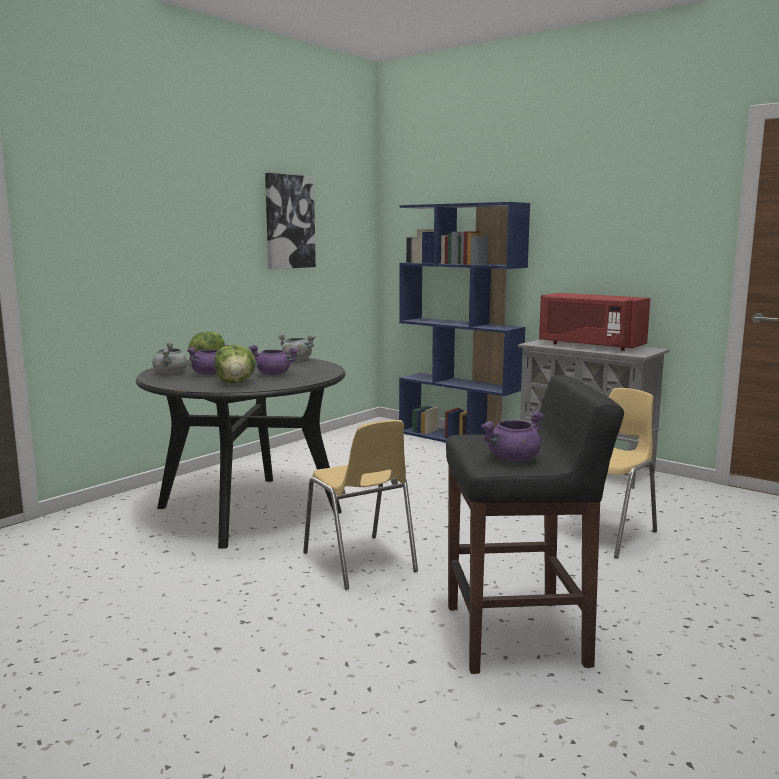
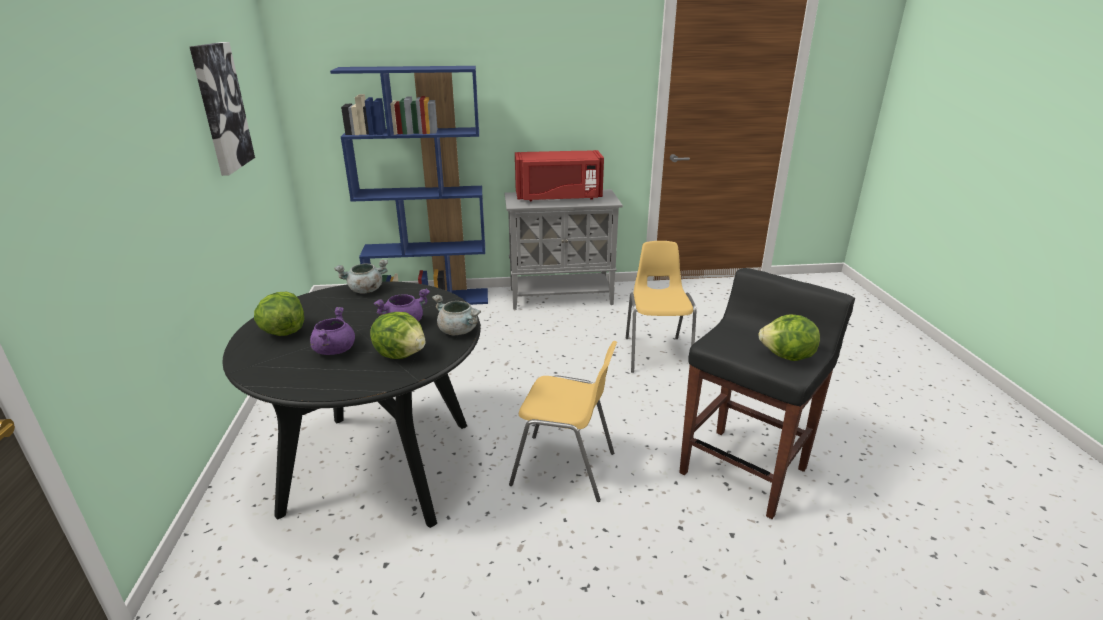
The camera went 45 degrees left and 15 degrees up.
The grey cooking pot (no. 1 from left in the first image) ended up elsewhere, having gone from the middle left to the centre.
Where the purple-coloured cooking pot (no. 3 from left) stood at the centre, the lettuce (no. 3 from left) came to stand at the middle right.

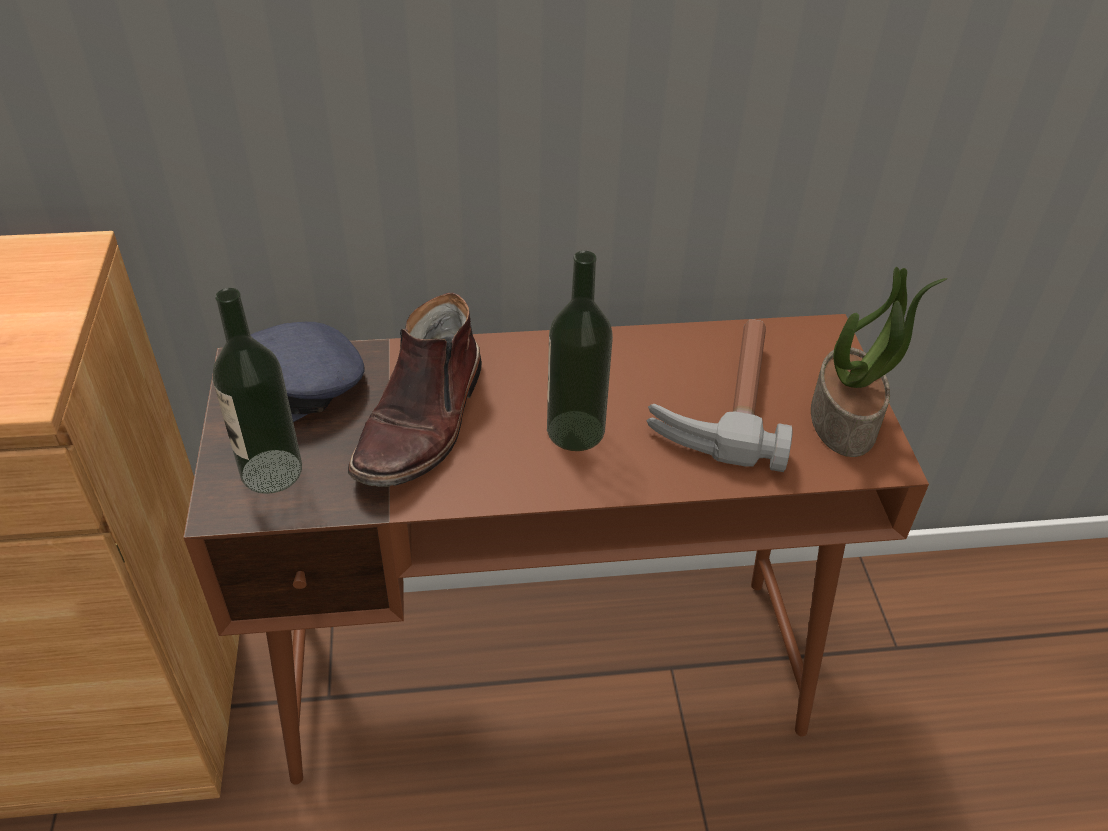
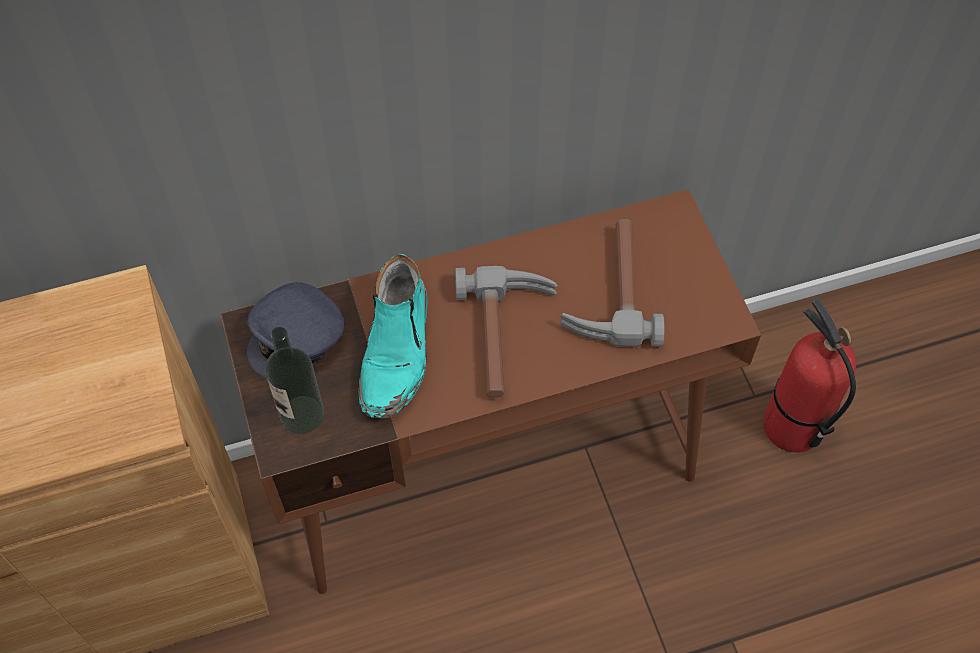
The camera went 10 degrees left and 15 degrees up.
What was the brownish tall boot at the centre turned into the blue-green tall boot at the centre.
Where the beverage bottle (no. 2 from left) stood at the centre, the tool hammer (no. 1 from left) came to stand at the centre.
The second view gained the fire extinguisher at the middle right.
The second view lost the houseplant at the middle right.

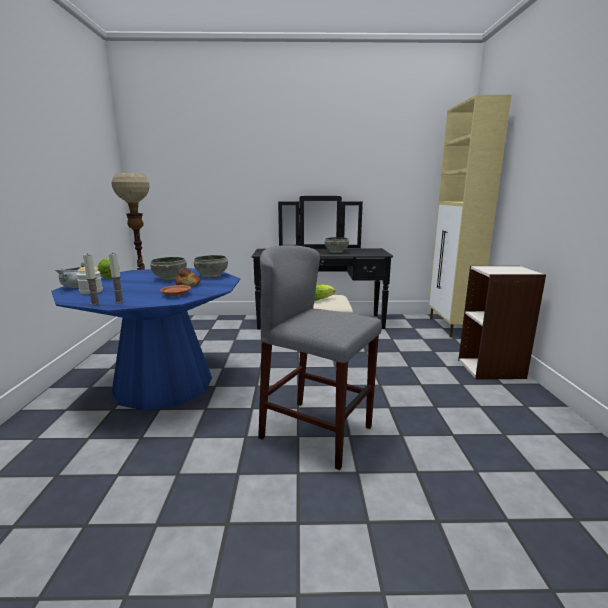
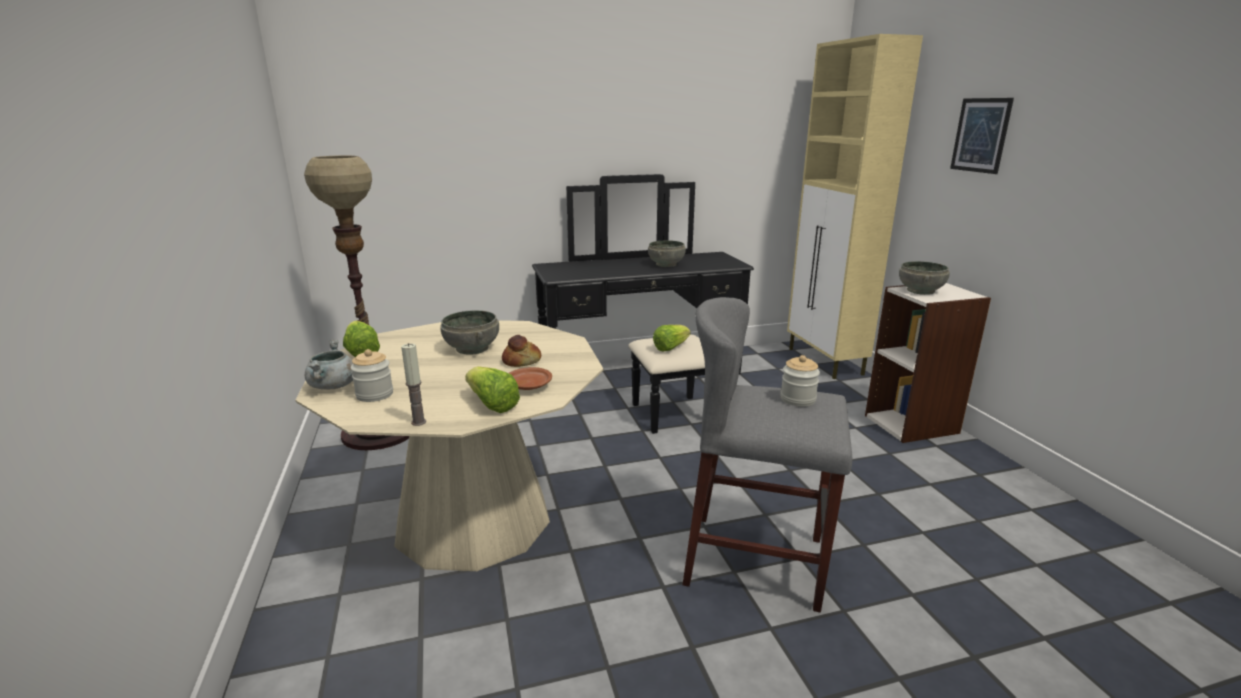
The camera went 15 degrees left and 5 degrees up.
What was the bluish dining table at the middle left turned into the beige dining table at the centre.
The second view gained the lettuce (no. 2 from left) at the centre.
The second view gained the storage jar (no. 2 from left) at the centre.
The grey deep dish (no. 2 from left in the first image) ended up elsewhere, having gone from the centre to the middle right.
The second view gained the wall art at the top right.
The second view lost the wax candle (no. 2 from left) at the middle left.

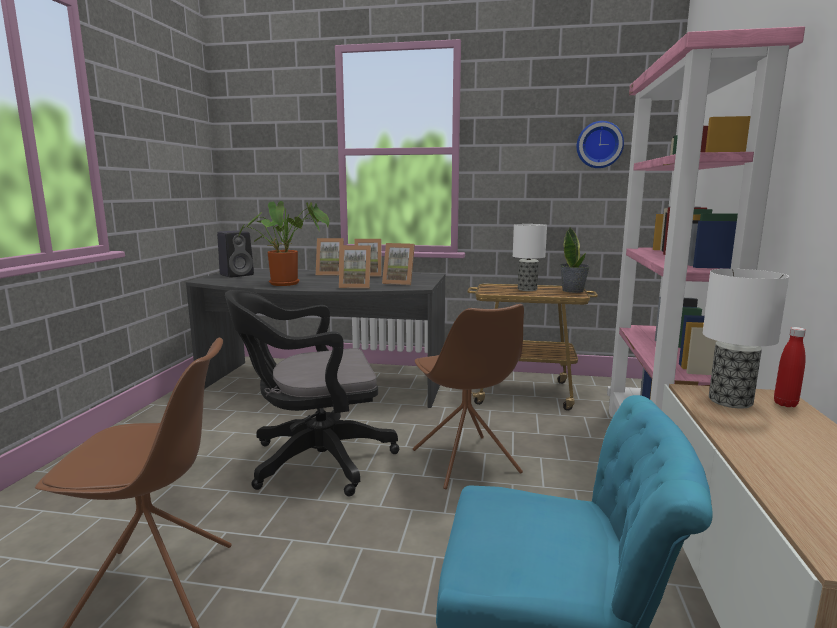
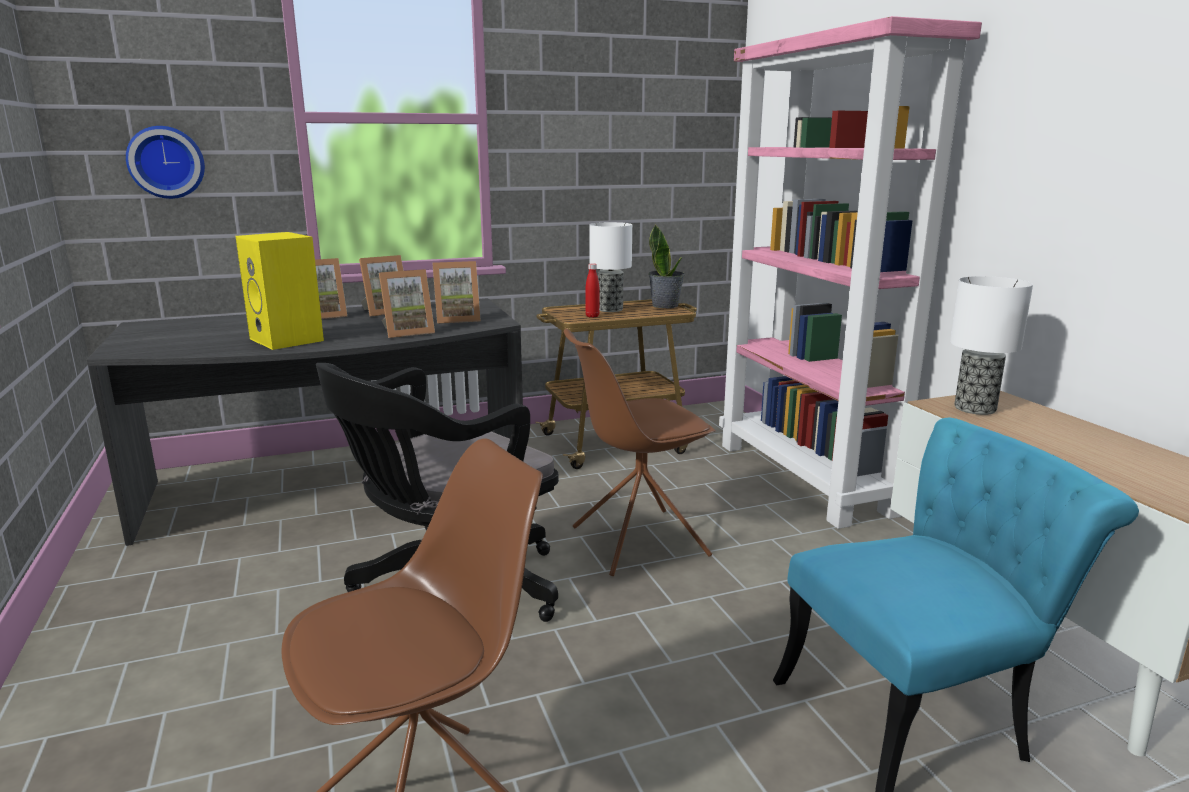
The camera went 30 degrees left and 5 degrees up.
The wall clock ended up elsewhere, having gone from the top right to the top left.
Where the houseplant (no. 1 from left) stood at the centre, the yellow audio speaker came to stand at the middle left.
The brownish upright chair (no. 2 from left) at the centre ended up facing another way, 120 degrees clockwise from before.
The red beverage bottle ended up elsewhere, having gone from the middle right to the centre.
The second view lost the black-coloured audio speaker at the middle left.

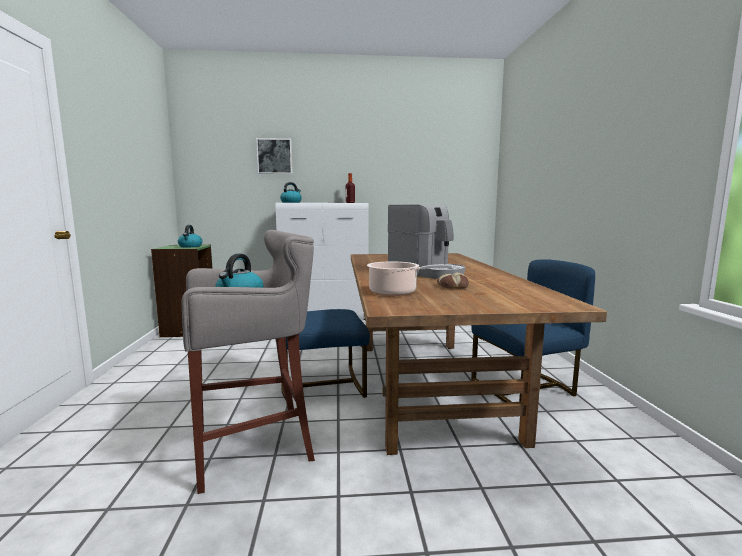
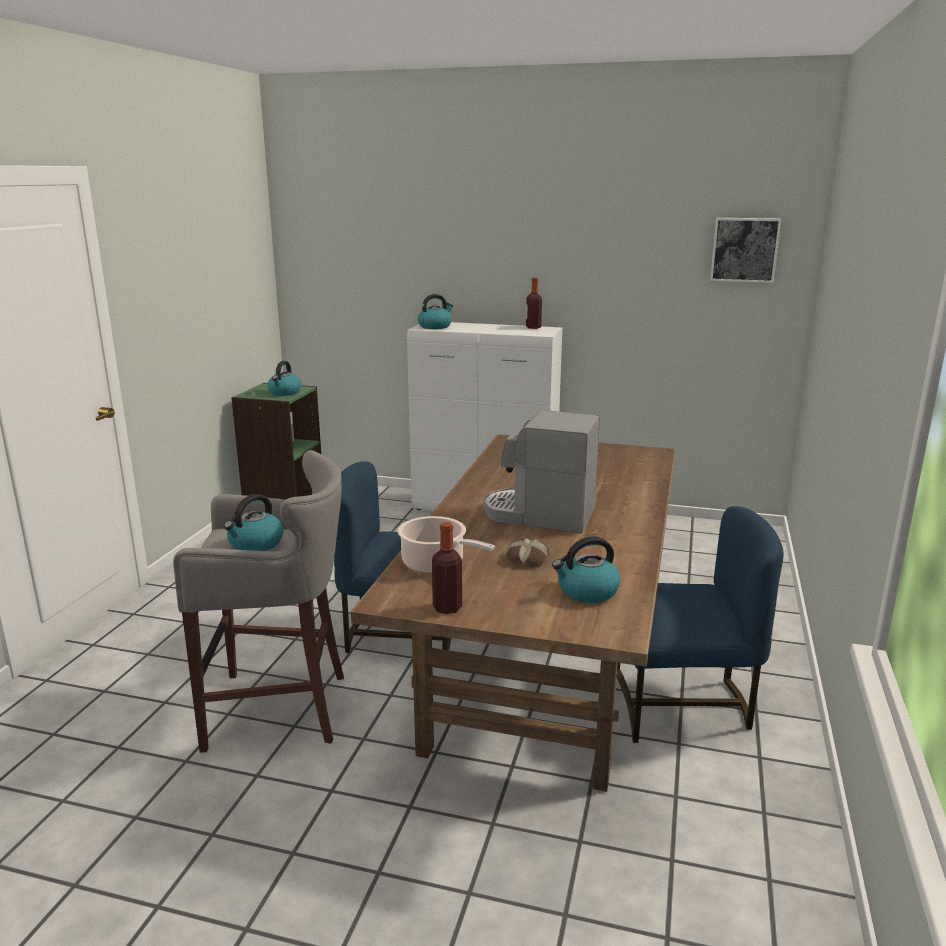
The camera went 20 degrees right and 10 degrees up.
The second view gained the beverage bottle (no. 1 from left) at the centre.
The coffee brewer at the centre ended up facing another way, 135 degrees clockwise from before.
The second view gained the water kettle (no. 4 from left) at the centre.
The wall art ended up elsewhere, having gone from the top centre to the top right.

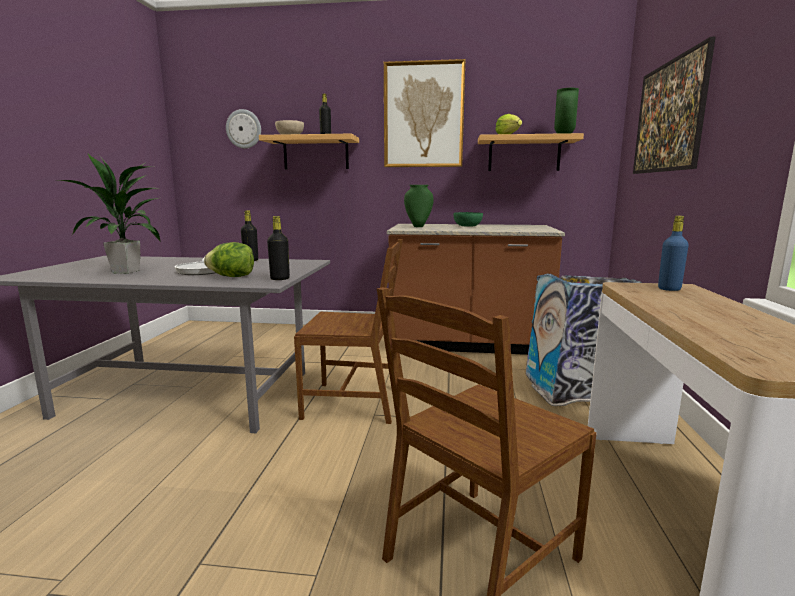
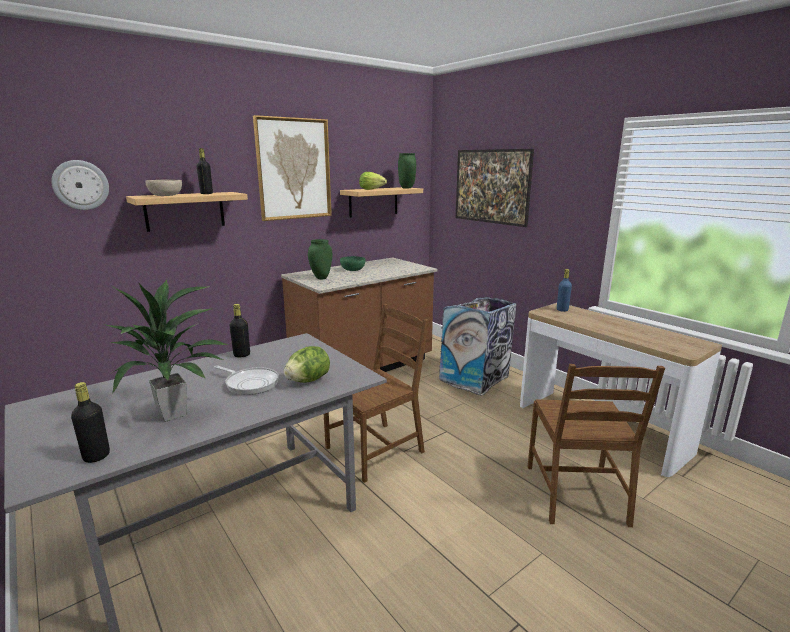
The camera went 45 degrees left and 5 degrees up.
The black-coloured beverage bottle (no. 2 from left in the first image) ended up elsewhere, having gone from the centre to the bottom left.

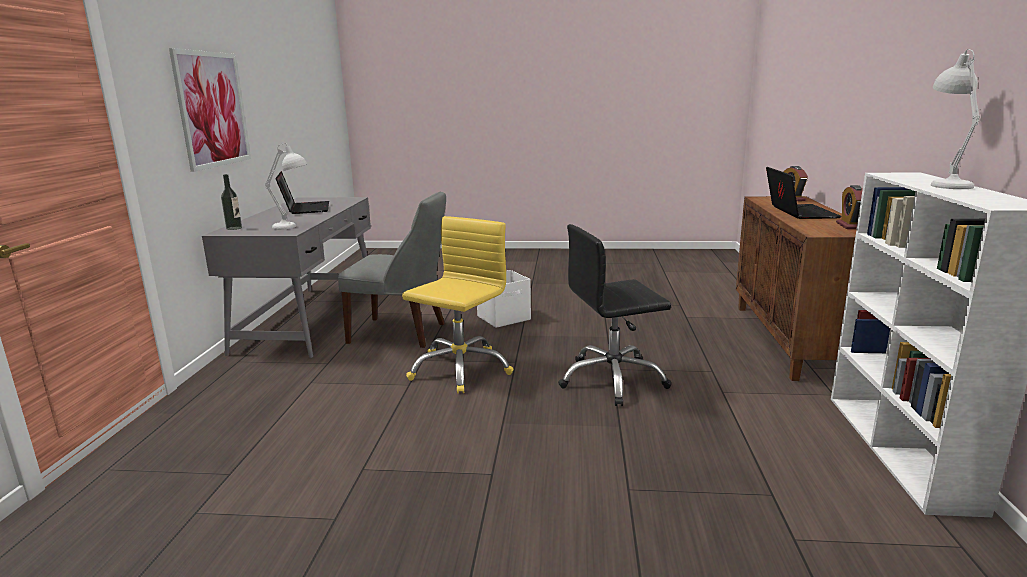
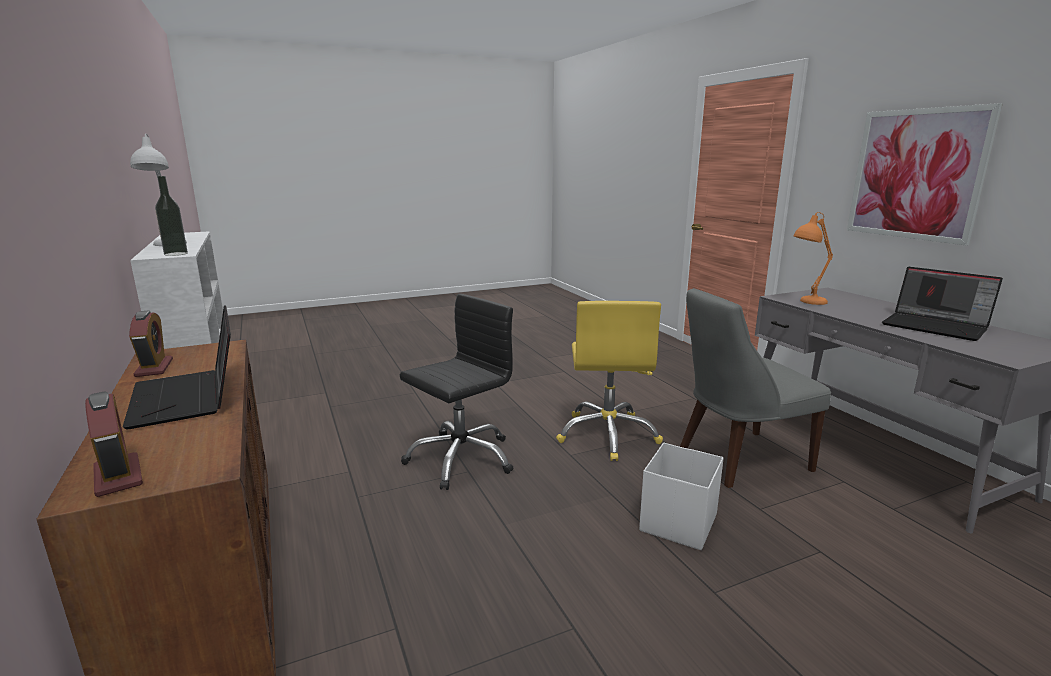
The camera went 150 degrees right and 0 degrees up.
The beverage bottle ended up elsewhere, having gone from the middle left to the top left.
What was the whitish lamp for a table (no. 1 from left) at the top left turned into the orange lamp for a table at the middle right.

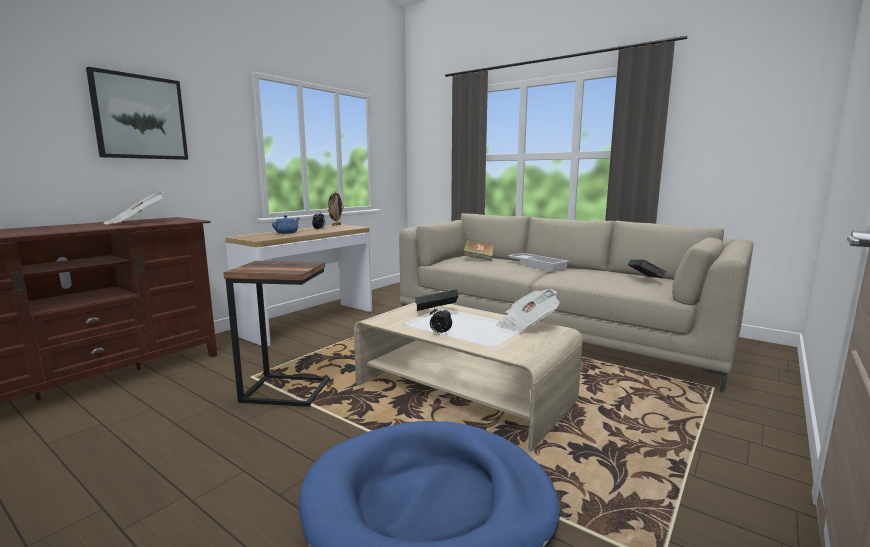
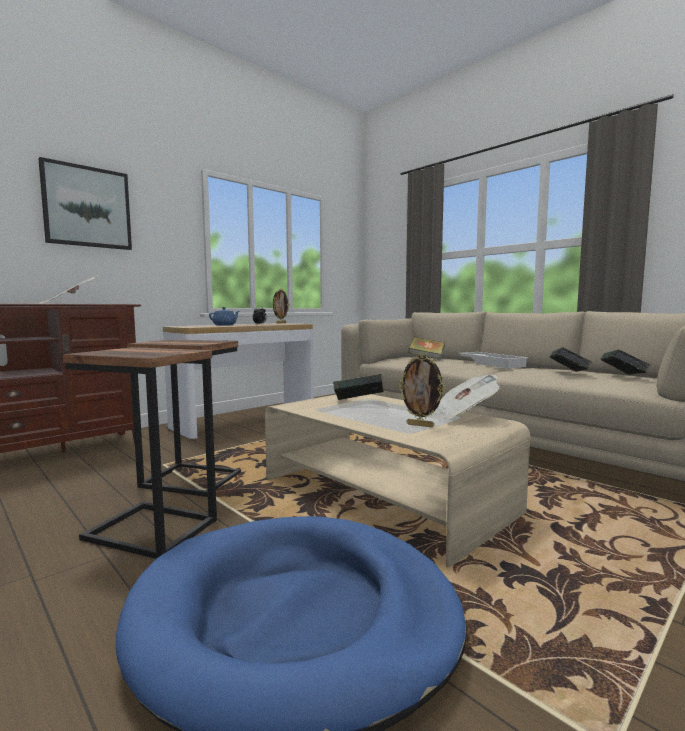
The camera went 10 degrees right and 5 degrees down.
The second view gained the end table (no. 1 from left) at the middle left.
The second view gained the picture frame (no. 2 from left) at the centre.
The second view gained the volume (no. 3 from left) at the middle right.
The second view lost the table clock (no. 2 from left) at the centre.

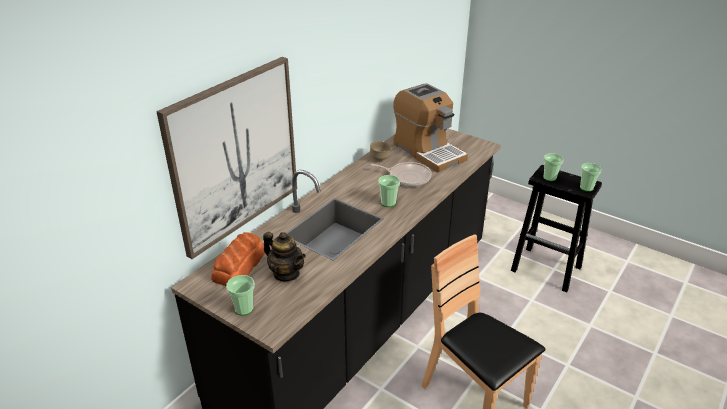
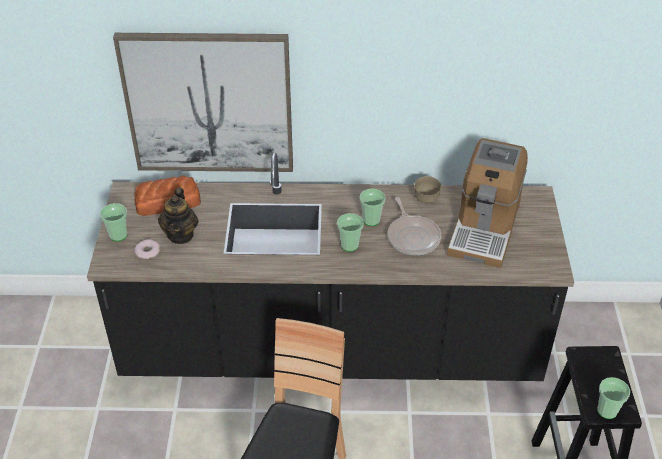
The camera went 55 degrees right and 10 degrees up.
The second view gained the donut at the middle left.
The drinking cup (no. 3 from left) ended up elsewhere, having gone from the middle right to the centre.

